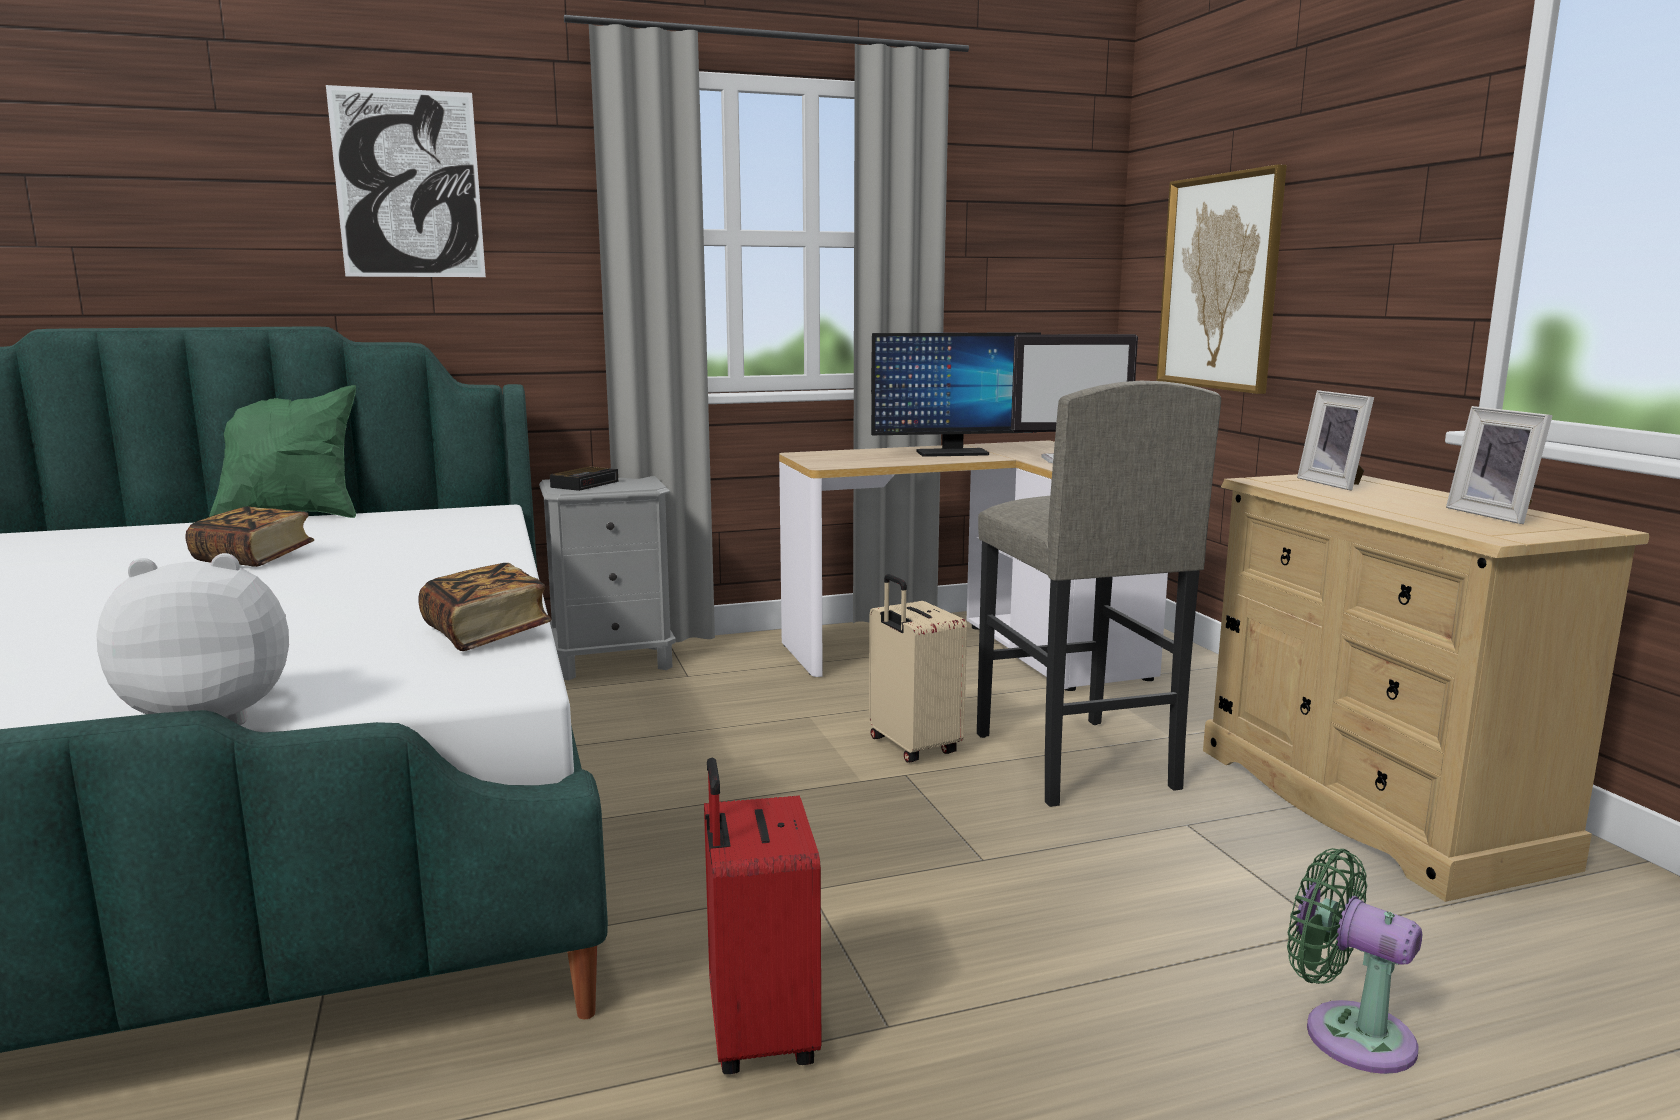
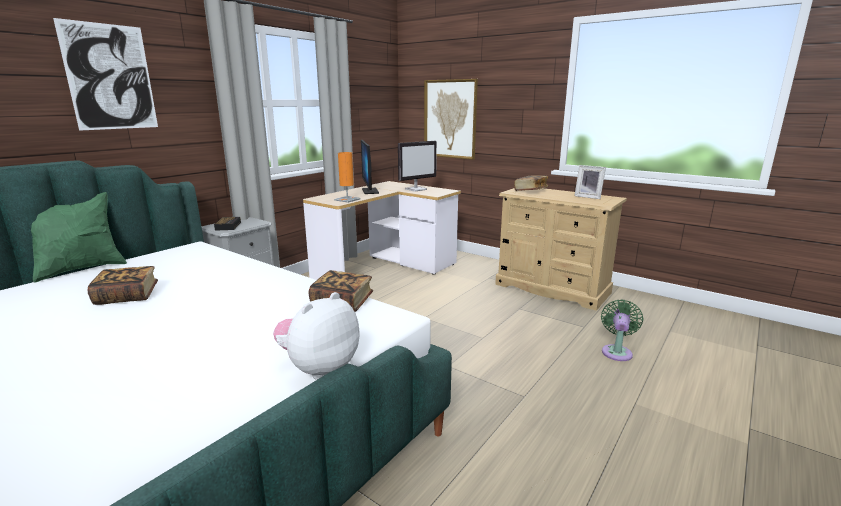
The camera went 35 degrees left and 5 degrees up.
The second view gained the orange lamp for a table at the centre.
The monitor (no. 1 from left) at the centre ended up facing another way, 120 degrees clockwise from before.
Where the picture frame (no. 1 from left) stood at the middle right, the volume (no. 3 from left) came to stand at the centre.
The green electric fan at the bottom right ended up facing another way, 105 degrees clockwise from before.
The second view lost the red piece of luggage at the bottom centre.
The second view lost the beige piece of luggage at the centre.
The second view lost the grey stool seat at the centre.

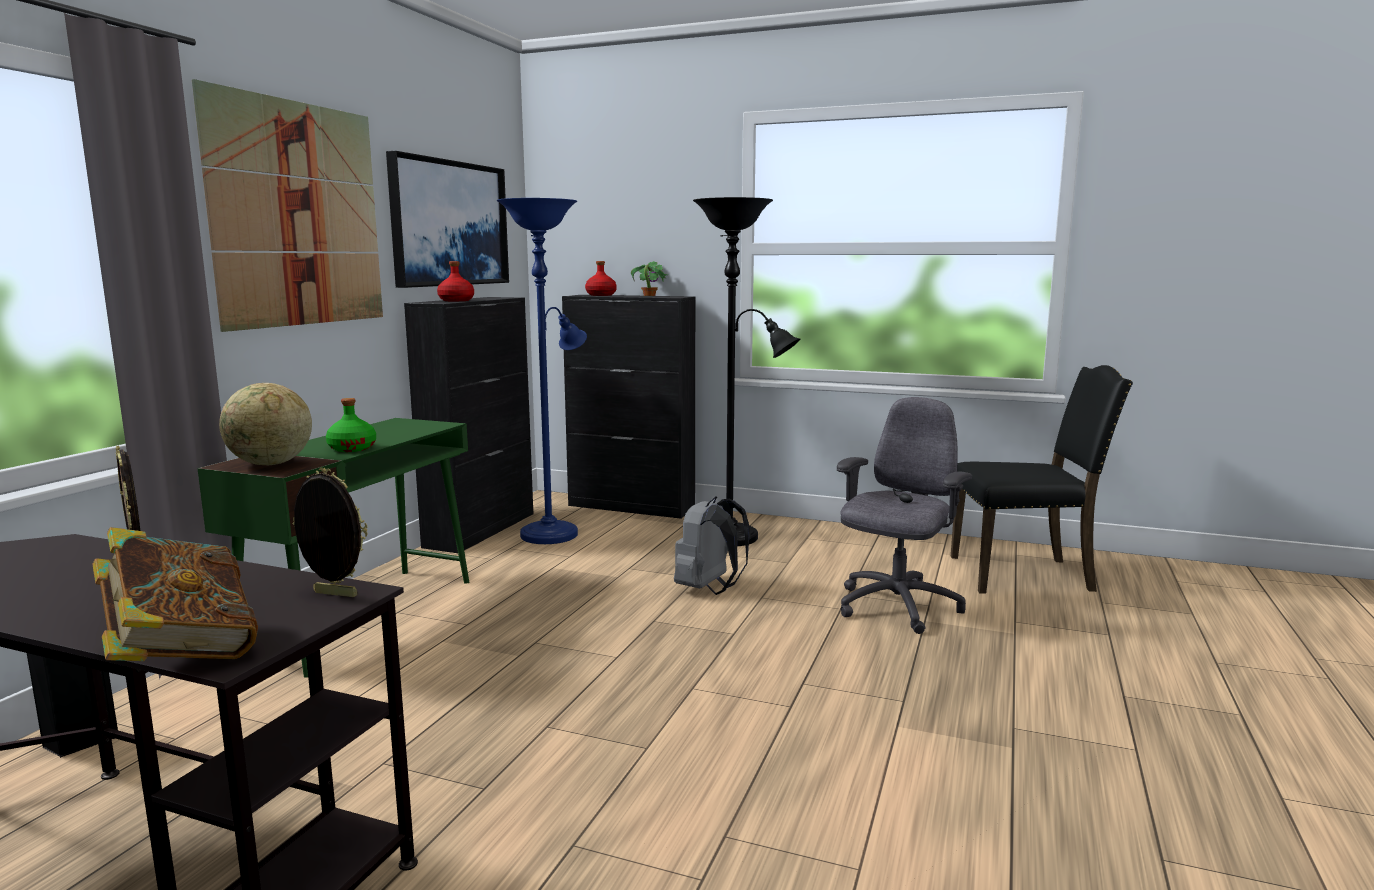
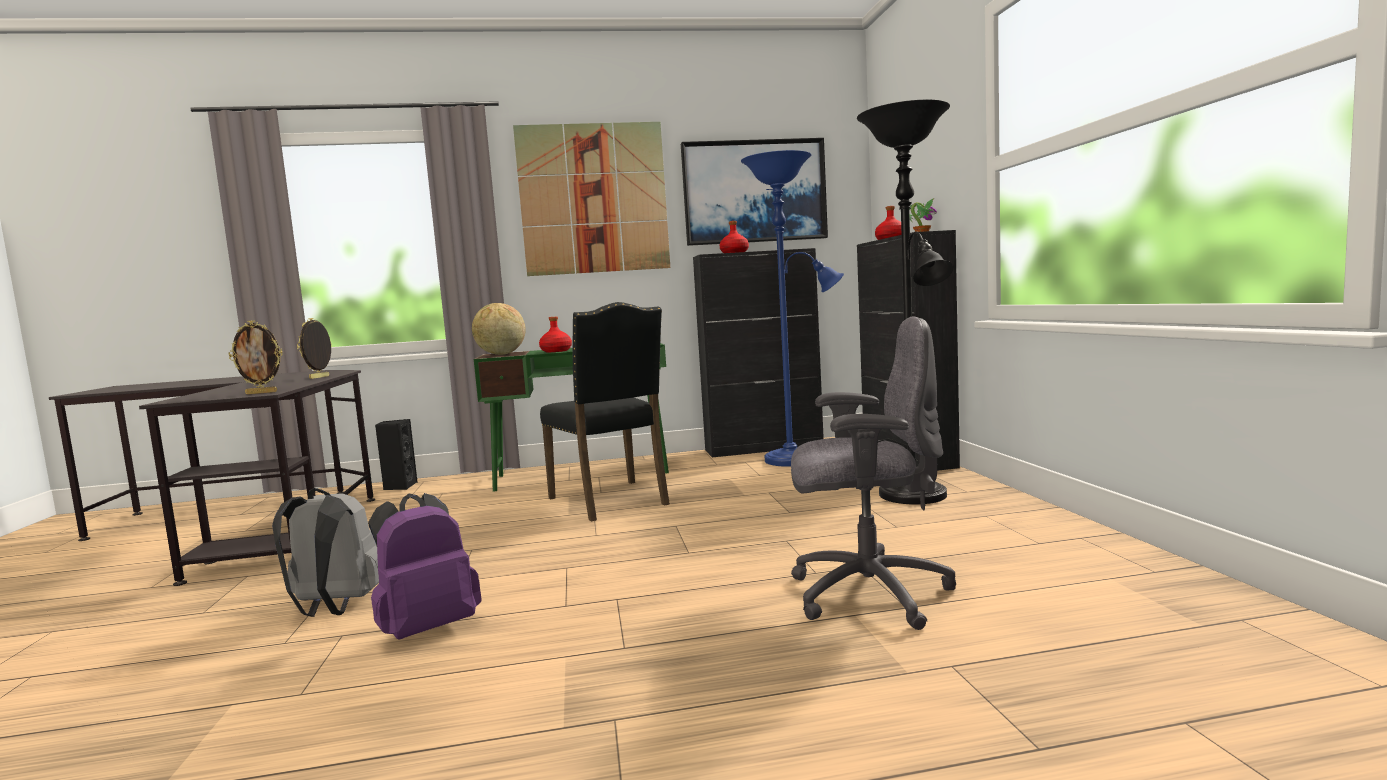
The camera went 60 degrees right and 5 degrees down.
The picture frame (no. 2 from left in the first image) at the middle left ended up facing another way, 90 degrees clockwise from before.
The grey rucksack ended up elsewhere, having gone from the centre to the bottom left.
The second view gained the purple-coloured rucksack at the bottom left.
What was the green beverage bottle at the middle left turned into the red beverage bottle (no. 1 from left) at the centre.
The black-coloured upright chair ended up elsewhere, having gone from the middle right to the centre.
The second view lost the volume at the bottom left.

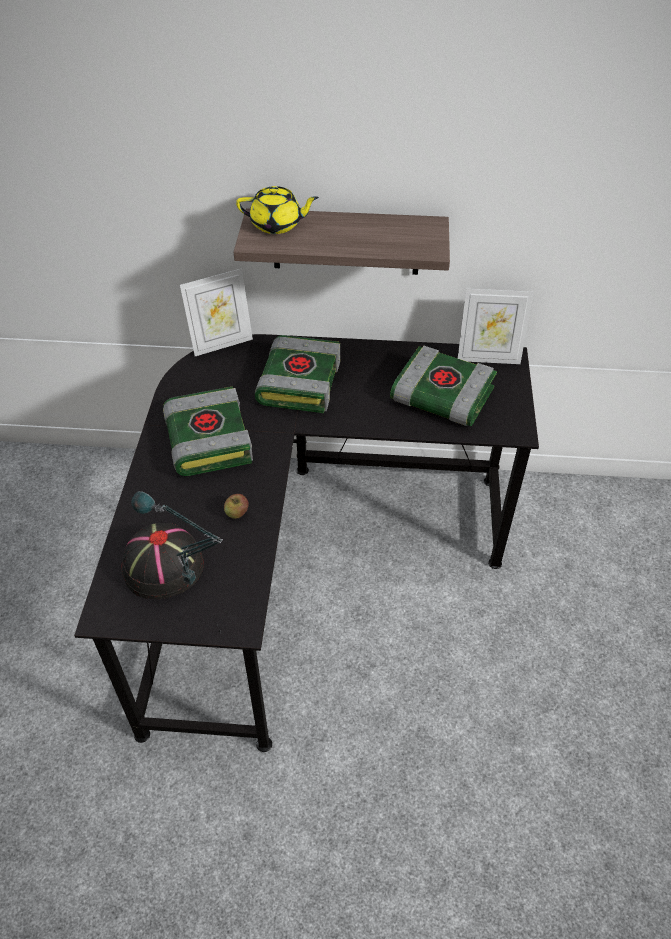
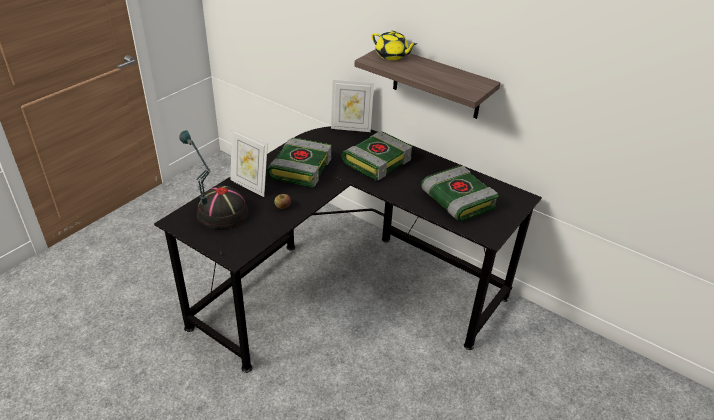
The camera went 30 degrees right and 10 degrees down.
The picture frame (no. 2 from left in the first image) ended up elsewhere, having gone from the middle right to the centre.

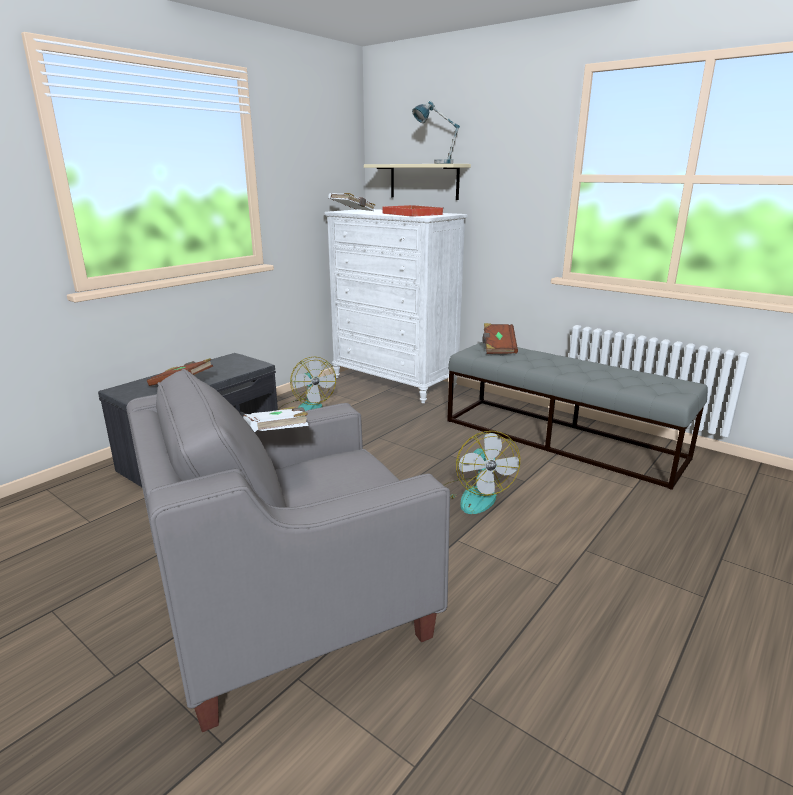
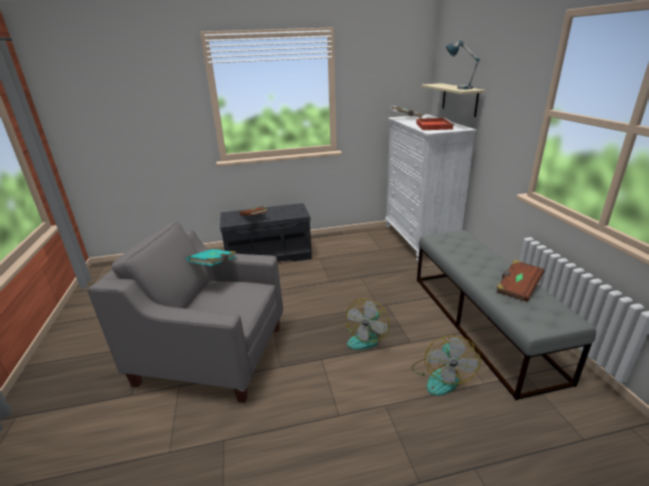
The camera went 40 degrees right and 5 degrees up.
What was the whitish volume (no. 1 from left) at the centre turned into the blue-green volume at the middle left.
The electric fan (no. 1 from left in the first image) ended up elsewhere, having gone from the centre to the bottom right.
The brownish volume (no. 2 from left) ended up elsewhere, having gone from the centre to the middle right.

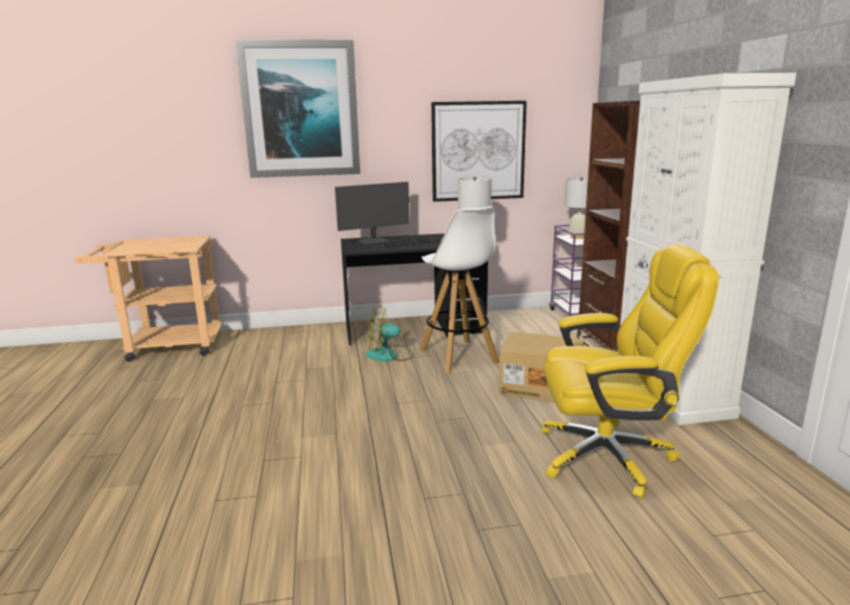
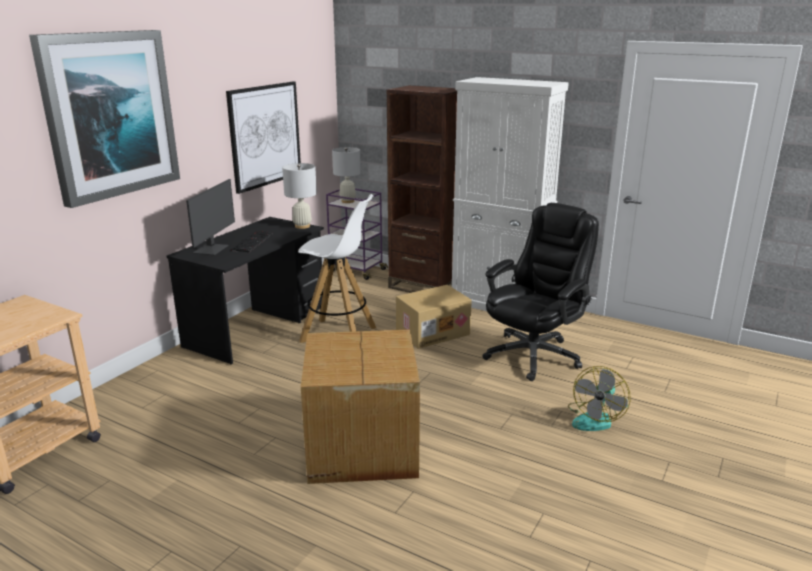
The camera went 50 degrees left and 5 degrees up.
The second view gained the carton (no. 1 from left) at the bottom centre.
What was the yellow computer chair at the middle right turned into the black-coloured computer chair at the centre.
The electric fan ended up elsewhere, having gone from the centre to the bottom right.

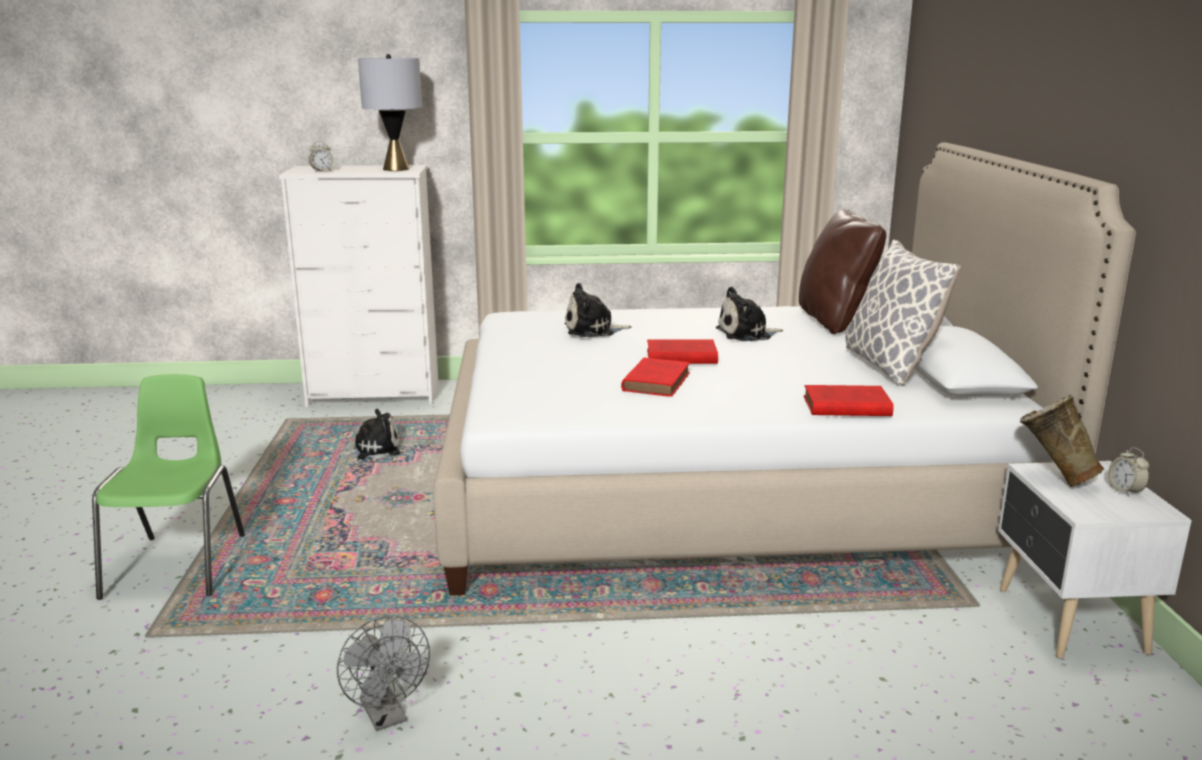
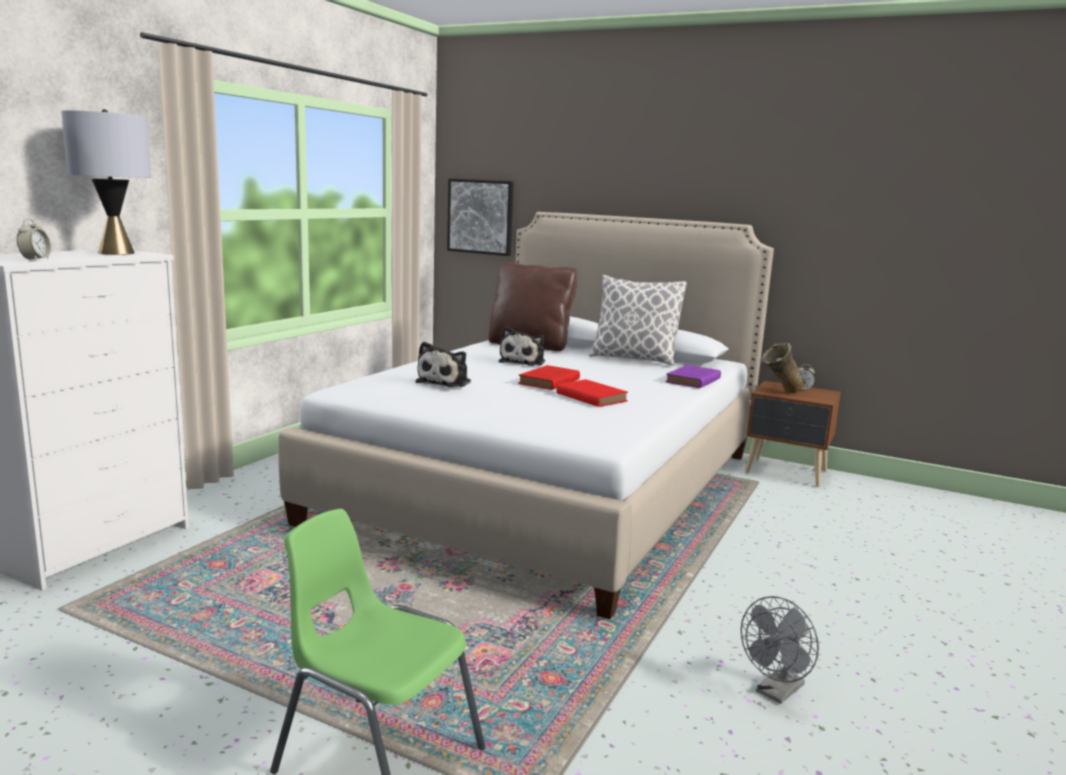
The camera went 60 degrees left and 5 degrees down.
The second view gained the wall art at the top centre.
What was the red volume (no. 3 from left) at the middle right turned into the purple-coloured volume at the centre.
The grey electric fan at the bottom left ended up facing another way, 135 degrees clockwise from before.
What was the whitish night table at the bottom right turned into the brownish night table at the middle right.
The second view lost the plush toy (no. 1 from left) at the middle left.

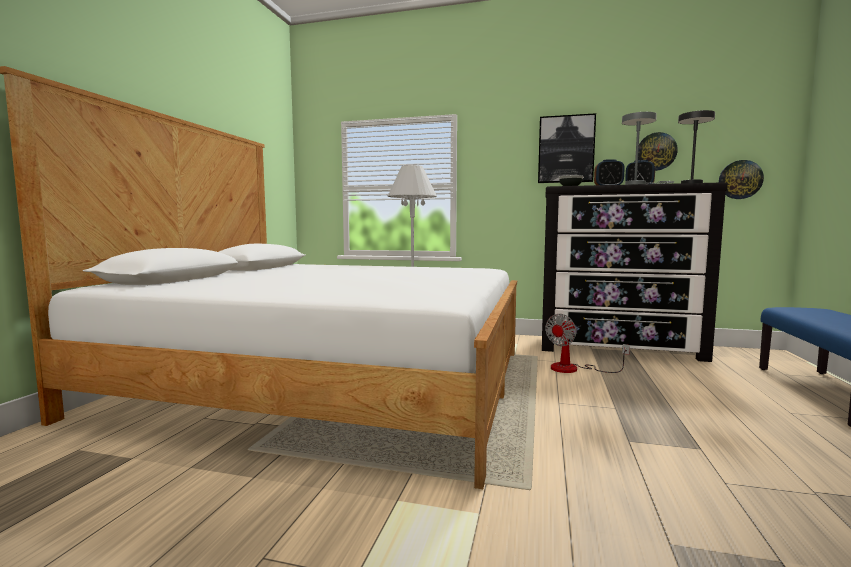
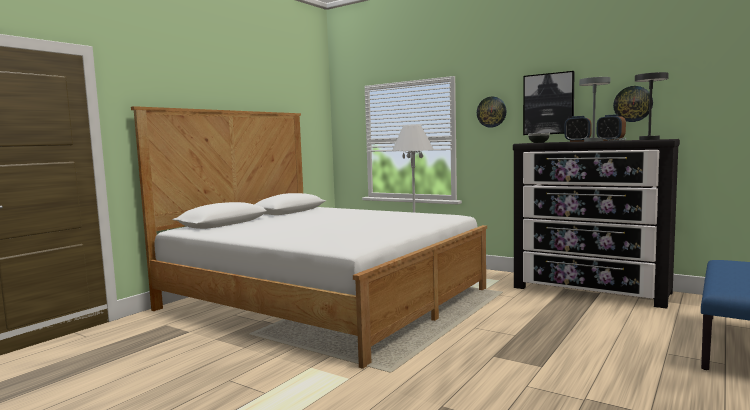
The camera went 20 degrees right and 0 degrees up.
The wall clock (no. 2 from left in the first image) ended up elsewhere, having gone from the top right to the top centre.
The second view lost the electric fan at the middle right.

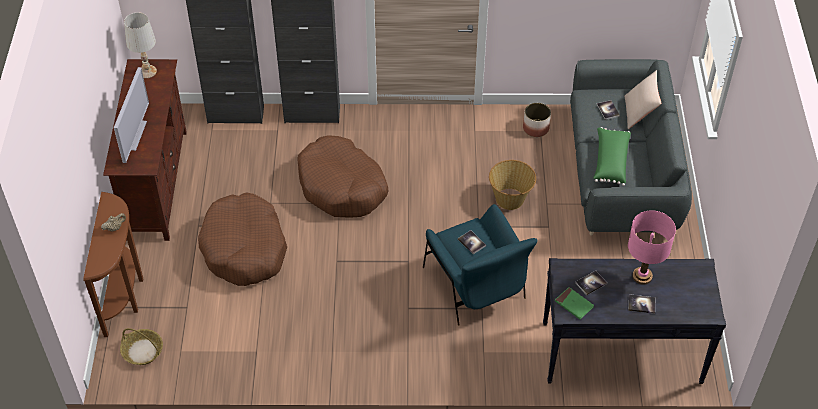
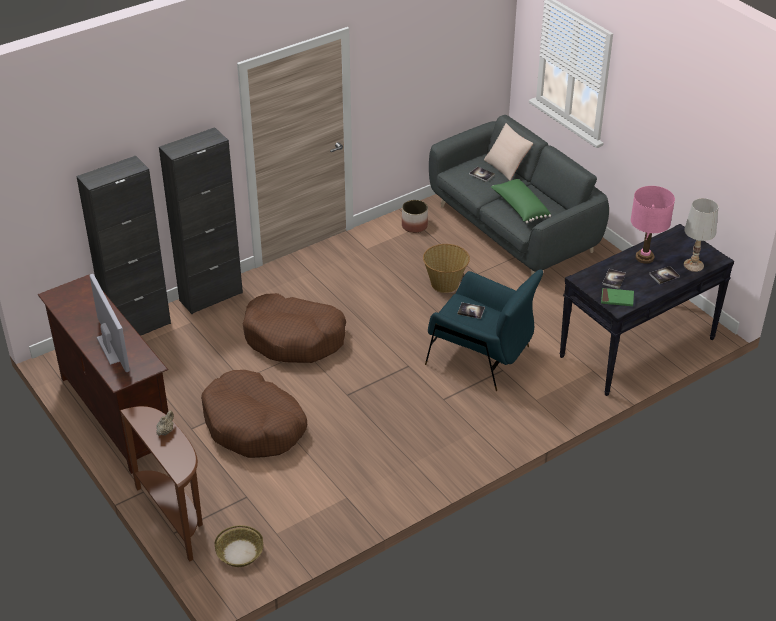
The camera went 35 degrees left and 10 degrees down.
The whitish lamp for a table ended up elsewhere, having gone from the top left to the middle right.

